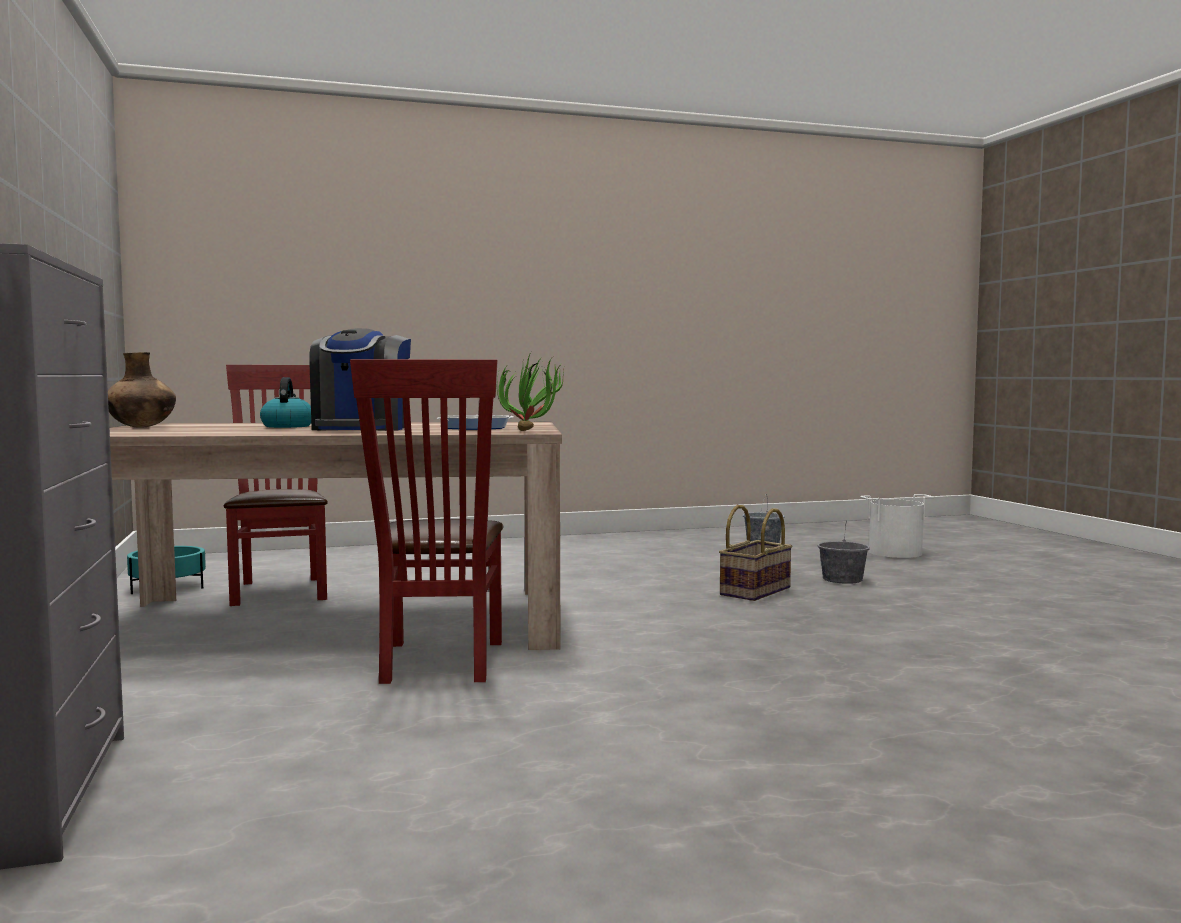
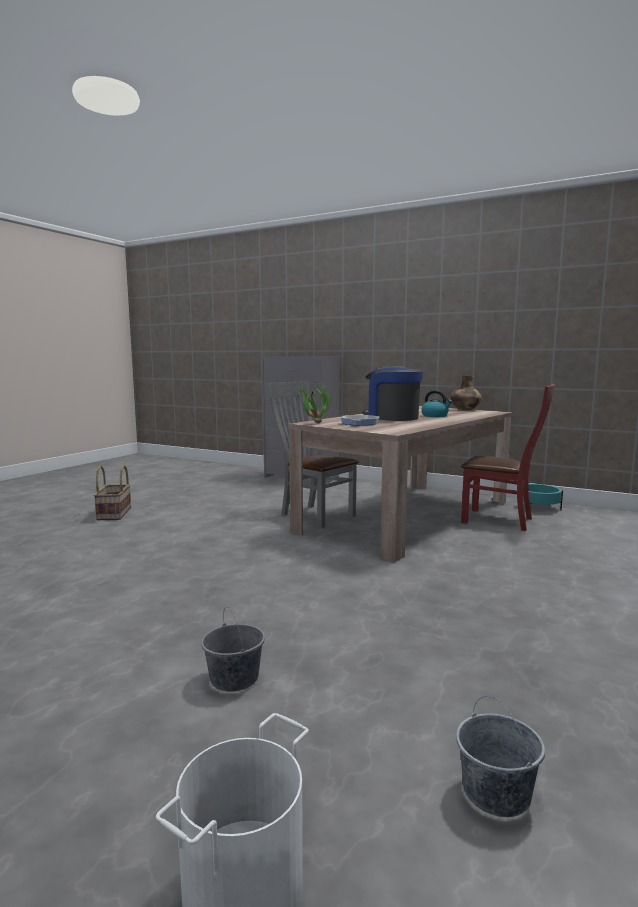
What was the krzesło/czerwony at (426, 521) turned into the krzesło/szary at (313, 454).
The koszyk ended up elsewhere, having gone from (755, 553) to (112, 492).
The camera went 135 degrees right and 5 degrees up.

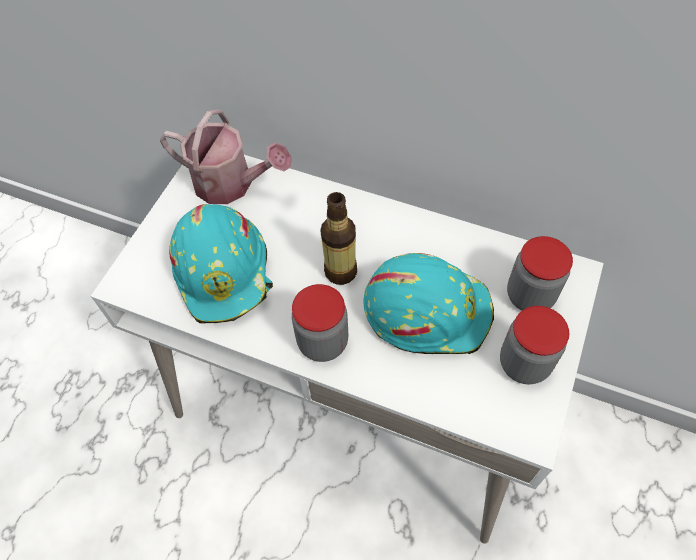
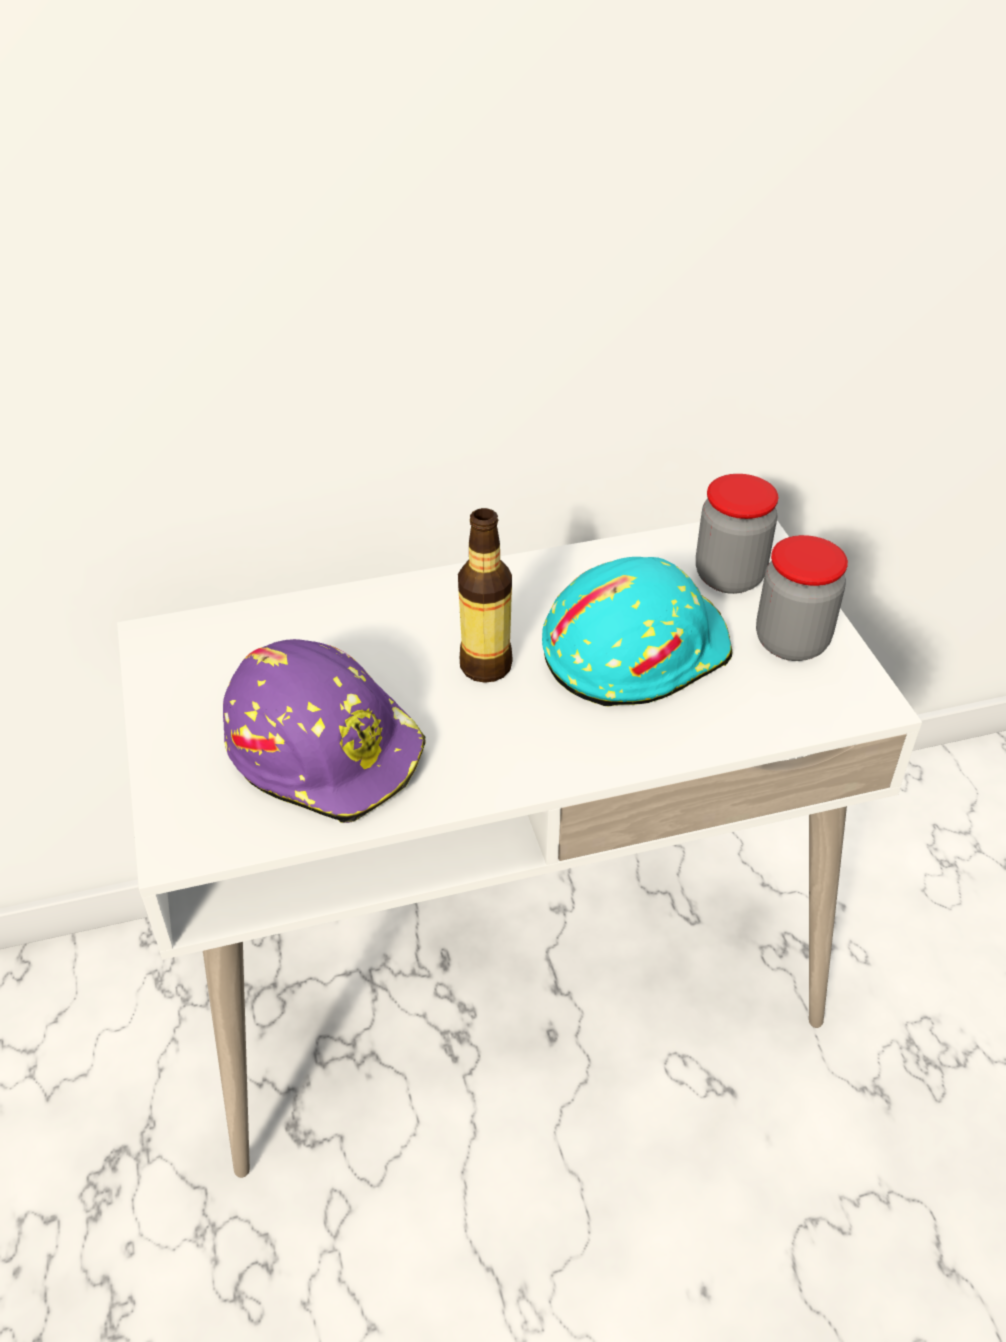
The second view lost the konewka at (225, 156).
What was the kask/turkusowy at (221, 264) turned into the kask/fioletowy at (324, 731).
The second view lost the słoik at (320, 323).
The camera went 40 degrees left and 15 degrees down.

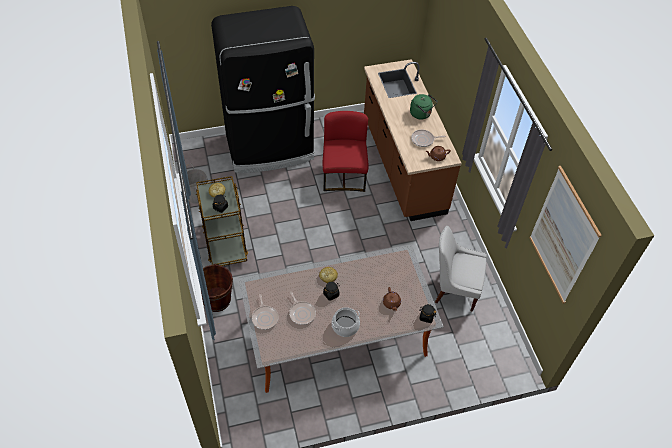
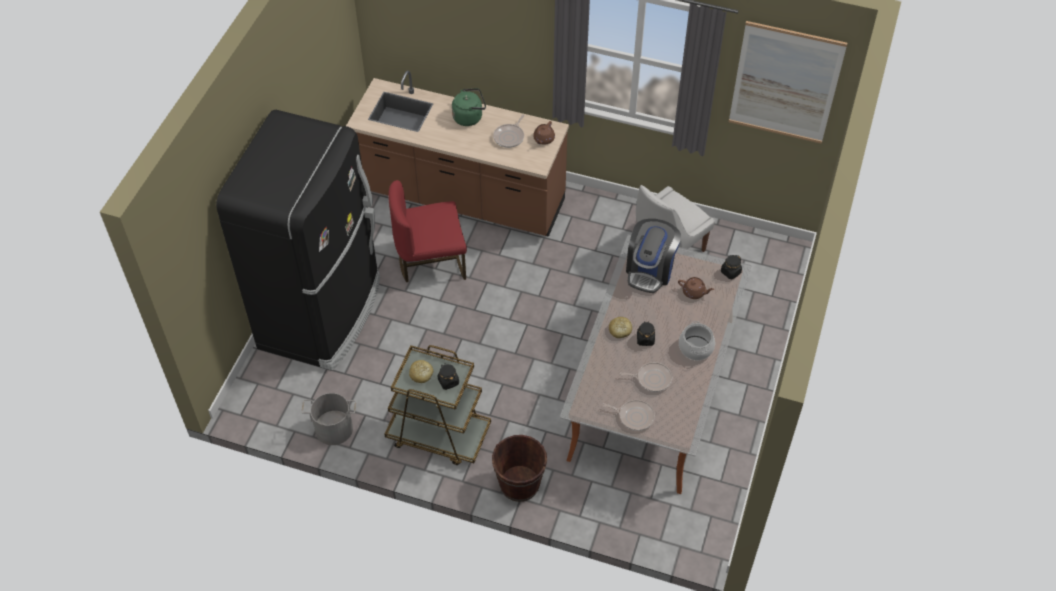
The krzesło/czerwony at (345, 151) ended up facing another way, 45 degrees counterclockwise from before.
The second view gained the ekspres do kawy at (653, 256).
The camera went 55 degrees left and 0 degrees up.

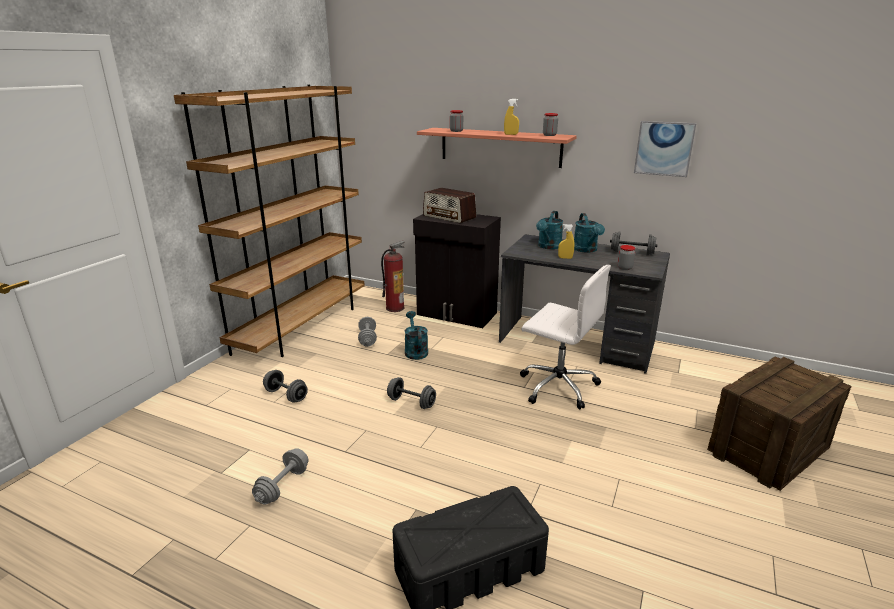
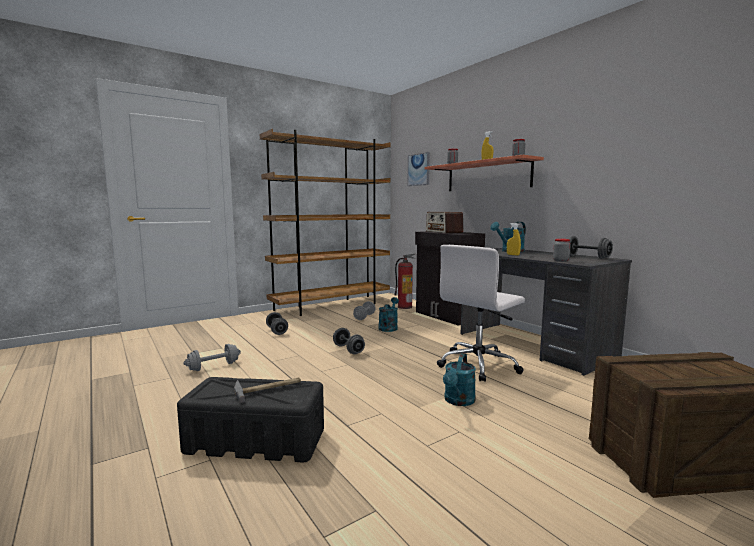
The obraz ended up elsewhere, having gone from (665, 149) to (418, 169).
The konewka/turkusowy ended up elsewhere, having gone from (589, 233) to (459, 379).
The krzesło biurowe/biały at (565, 337) ended up facing another way, 75 degrees clockwise from before.
The second view gained the młotek at (267, 390).
The camera went 30 degrees right and 15 degrees down.

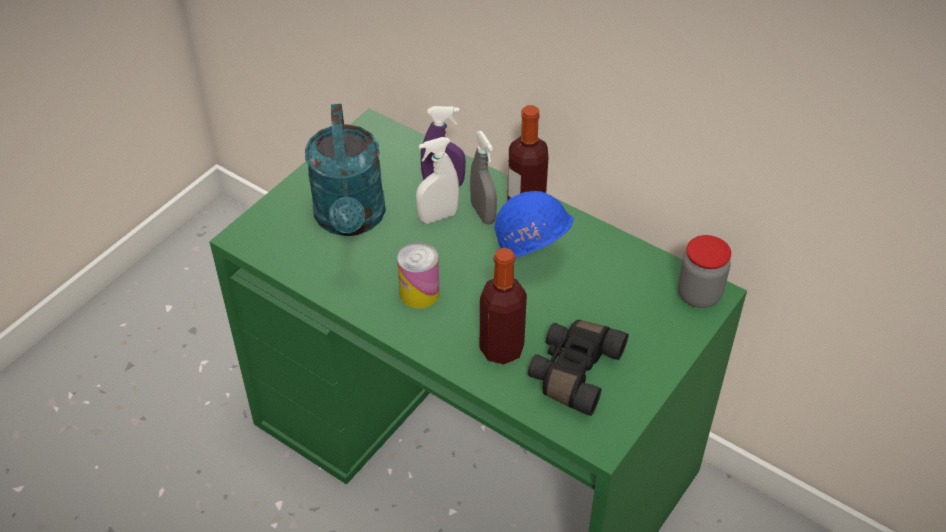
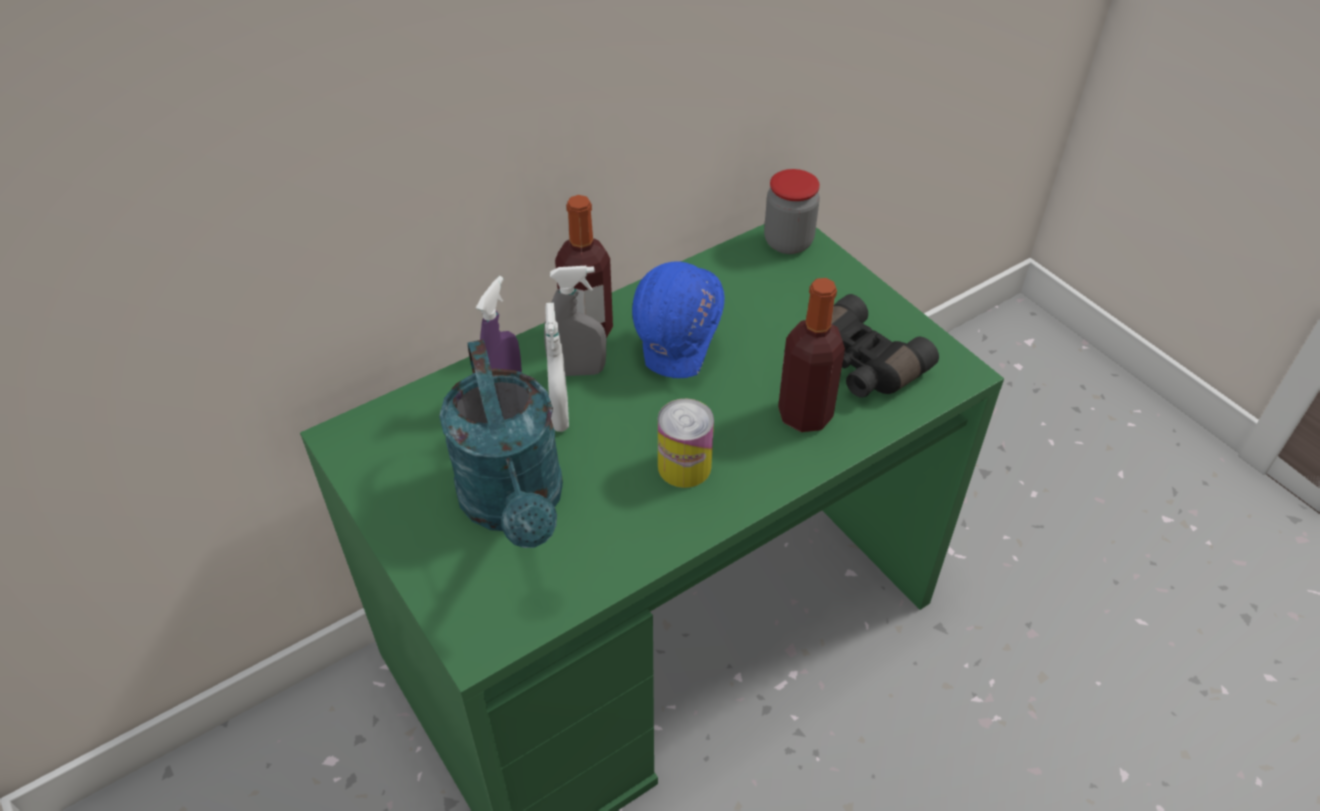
The konewka/turkusowy at (345, 170) ended up facing another way, 60 degrees clockwise from before.
The camera went 70 degrees left and 0 degrees up.

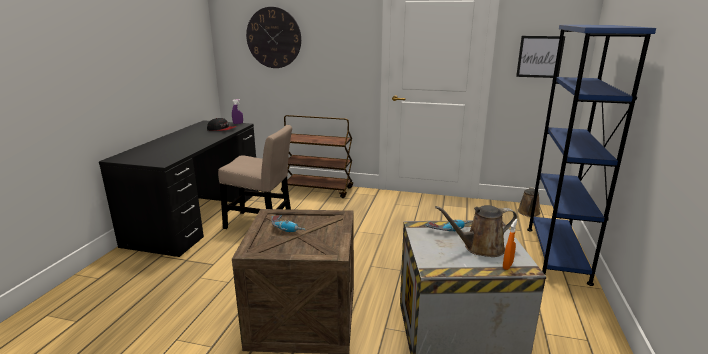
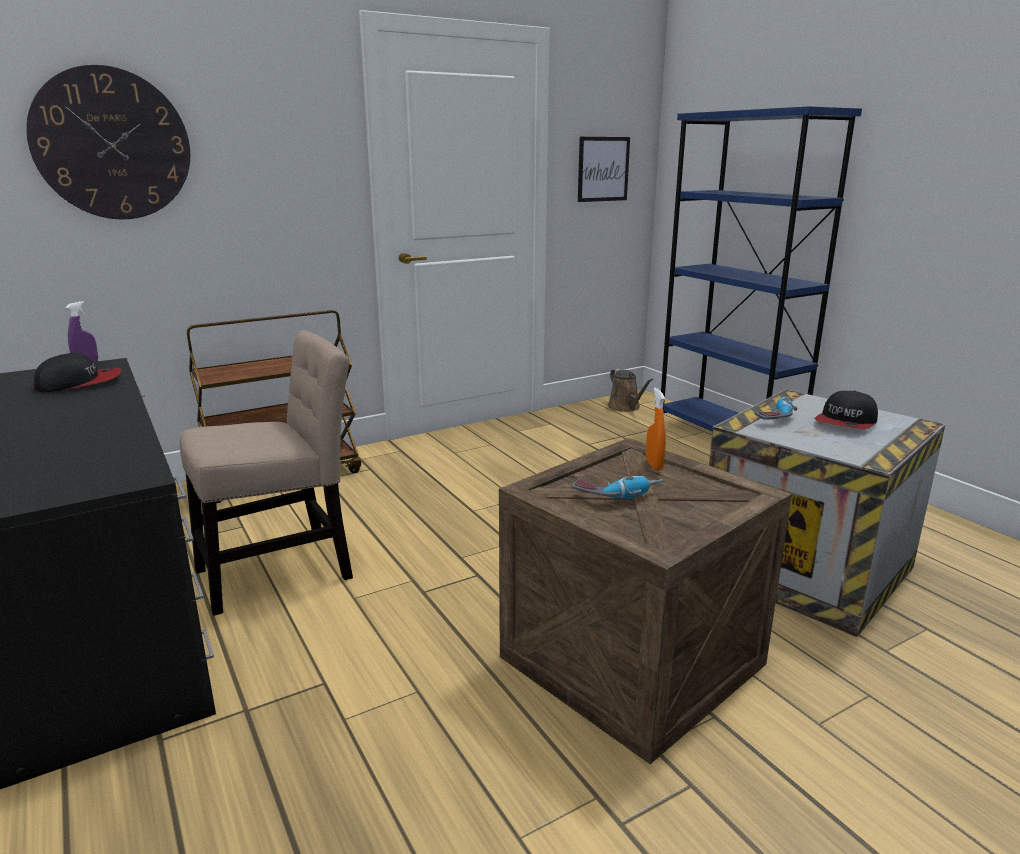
Where the konewka/brązowy stood at (476, 231), the czapka z daszkiem came to stand at (846, 410).
The spryskiwacz/pomarańczowy ended up elsewhere, having gone from (510, 244) to (656, 429).
The camera went 45 degrees left and 0 degrees up.

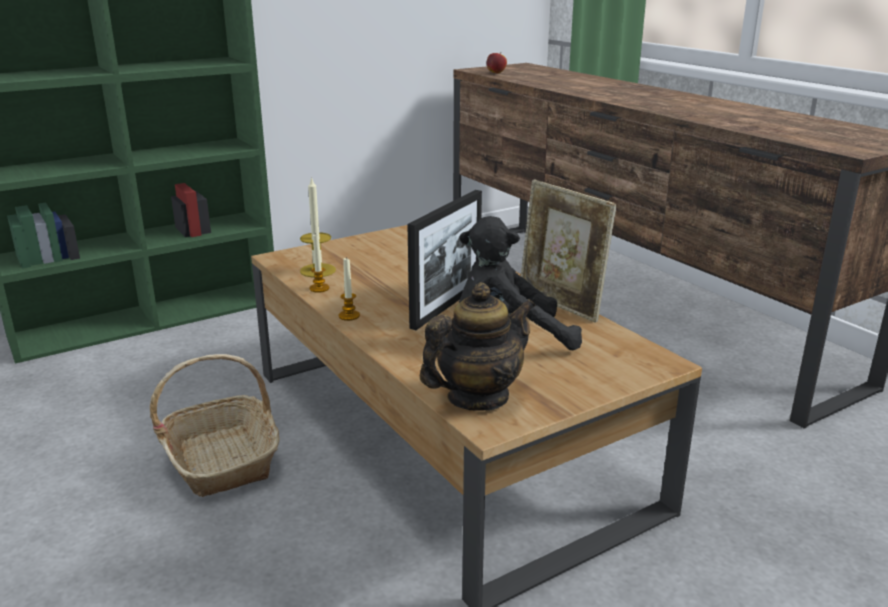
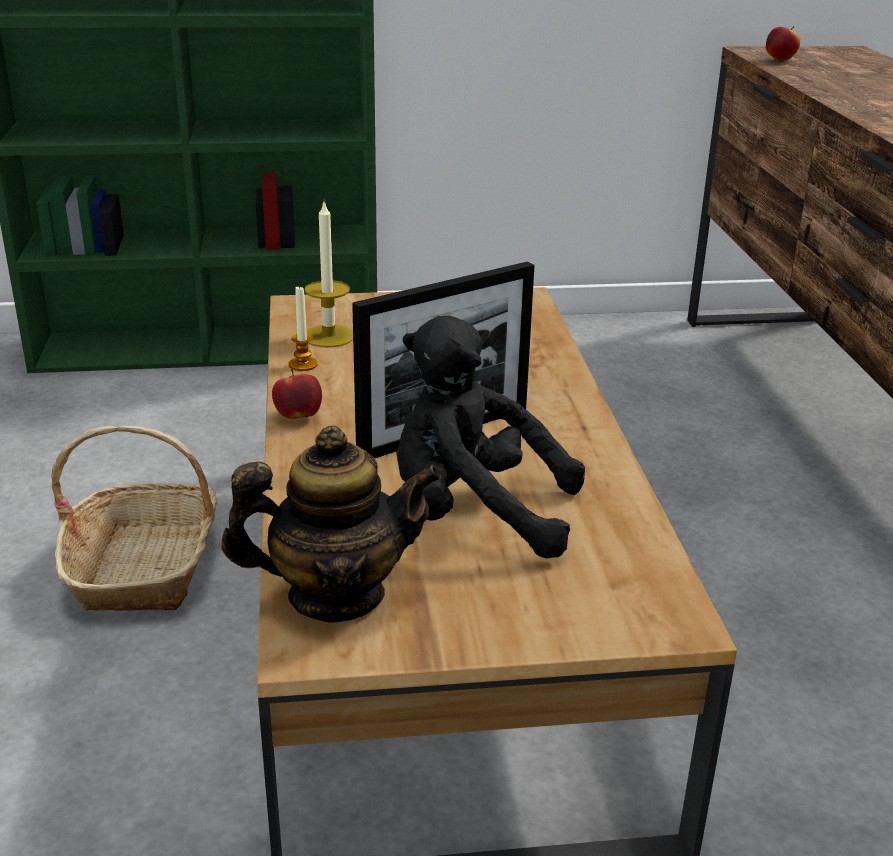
The second view lost the ramka na zdjęcie at (569, 251).
Where the świeca stood at (349, 289), the jabłko came to stand at (297, 394).
The camera went 25 degrees right and 5 degrees up.

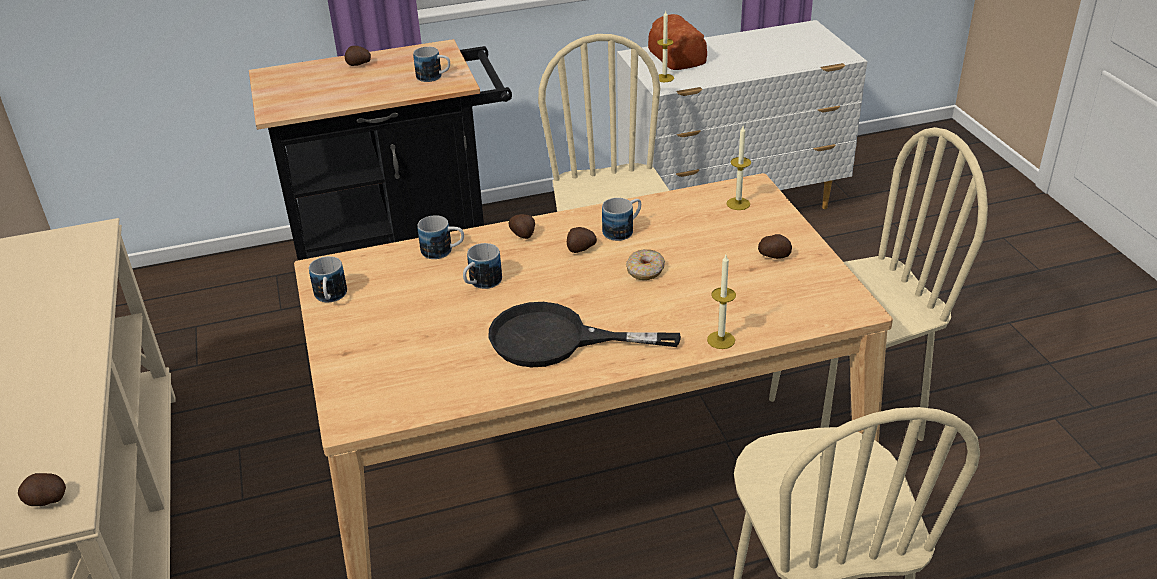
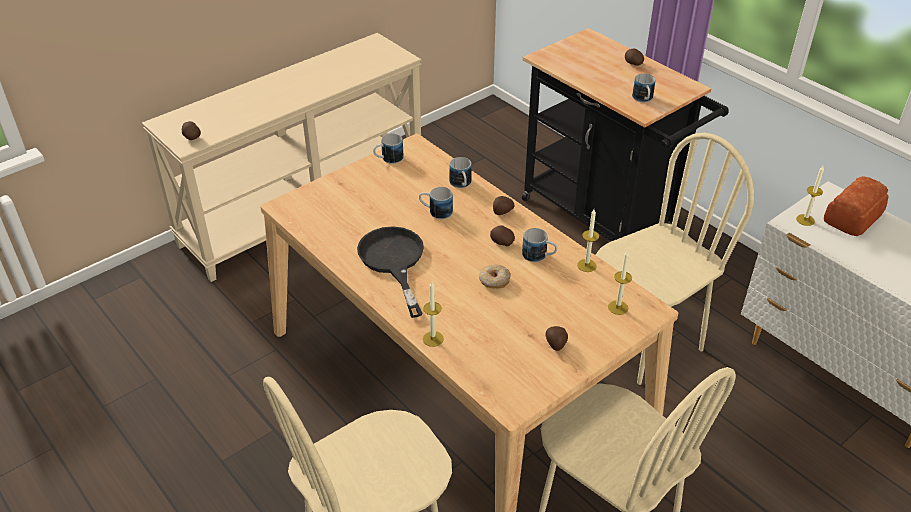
The second view gained the świeca at (588, 241).
The camera went 65 degrees right and 5 degrees up.

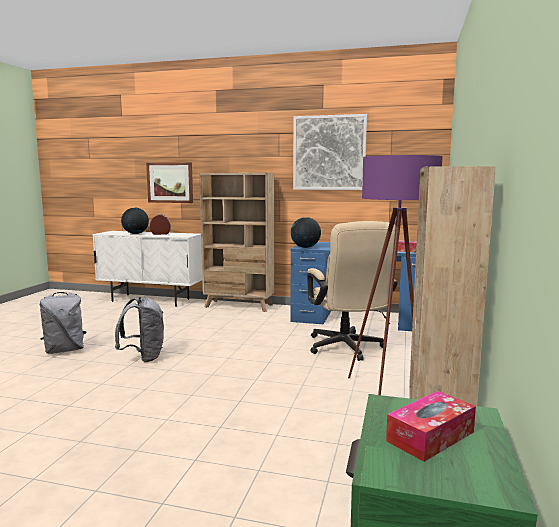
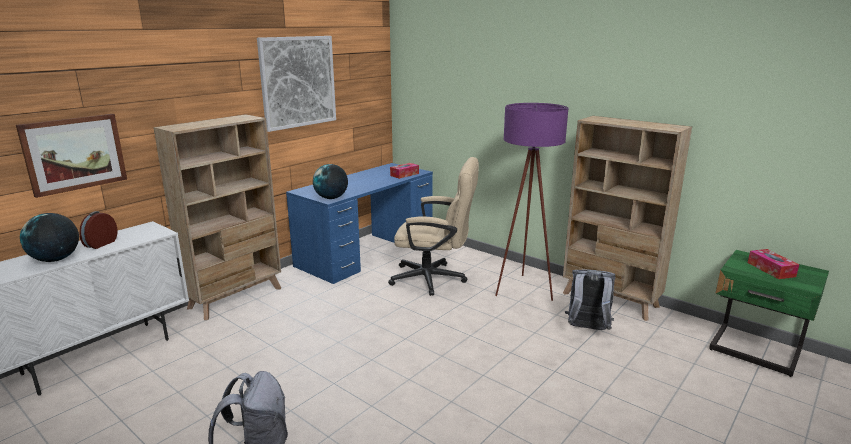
The plecak/szary ended up elsewhere, having gone from (139, 329) to (590, 300).
The camera went 65 degrees left and 10 degrees up.

